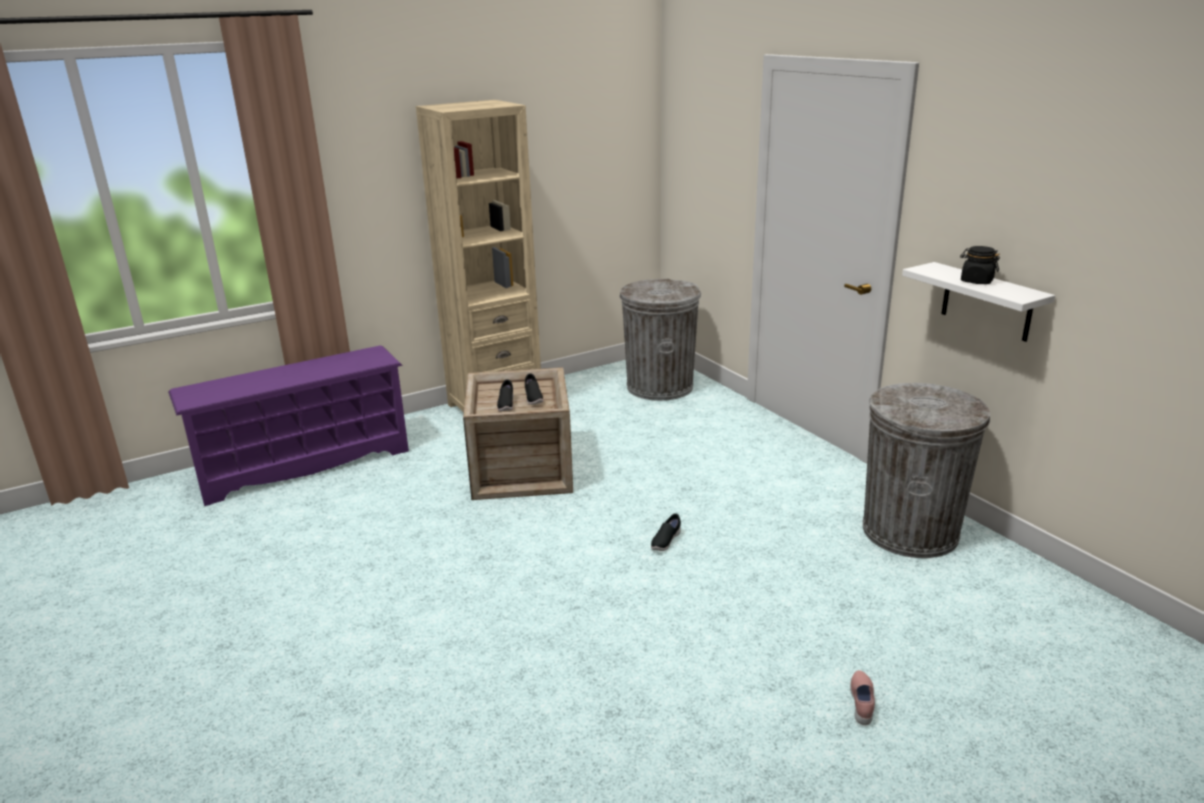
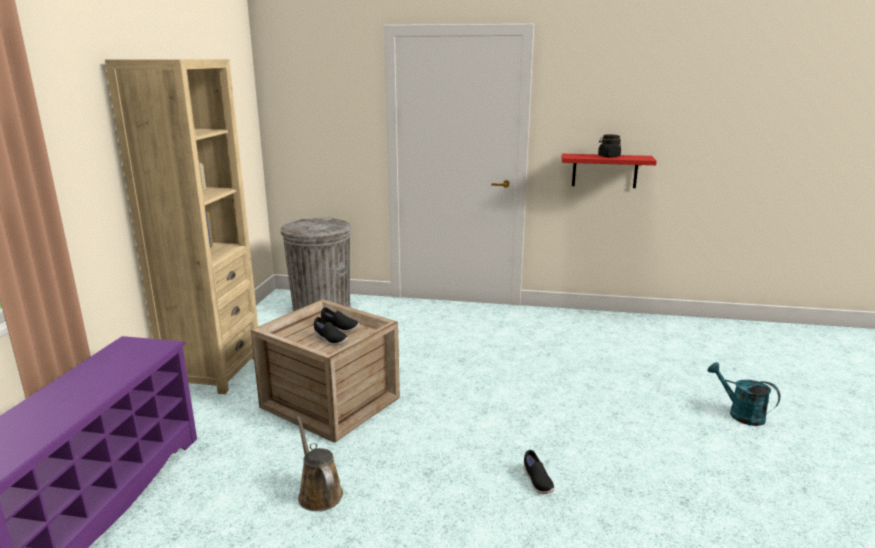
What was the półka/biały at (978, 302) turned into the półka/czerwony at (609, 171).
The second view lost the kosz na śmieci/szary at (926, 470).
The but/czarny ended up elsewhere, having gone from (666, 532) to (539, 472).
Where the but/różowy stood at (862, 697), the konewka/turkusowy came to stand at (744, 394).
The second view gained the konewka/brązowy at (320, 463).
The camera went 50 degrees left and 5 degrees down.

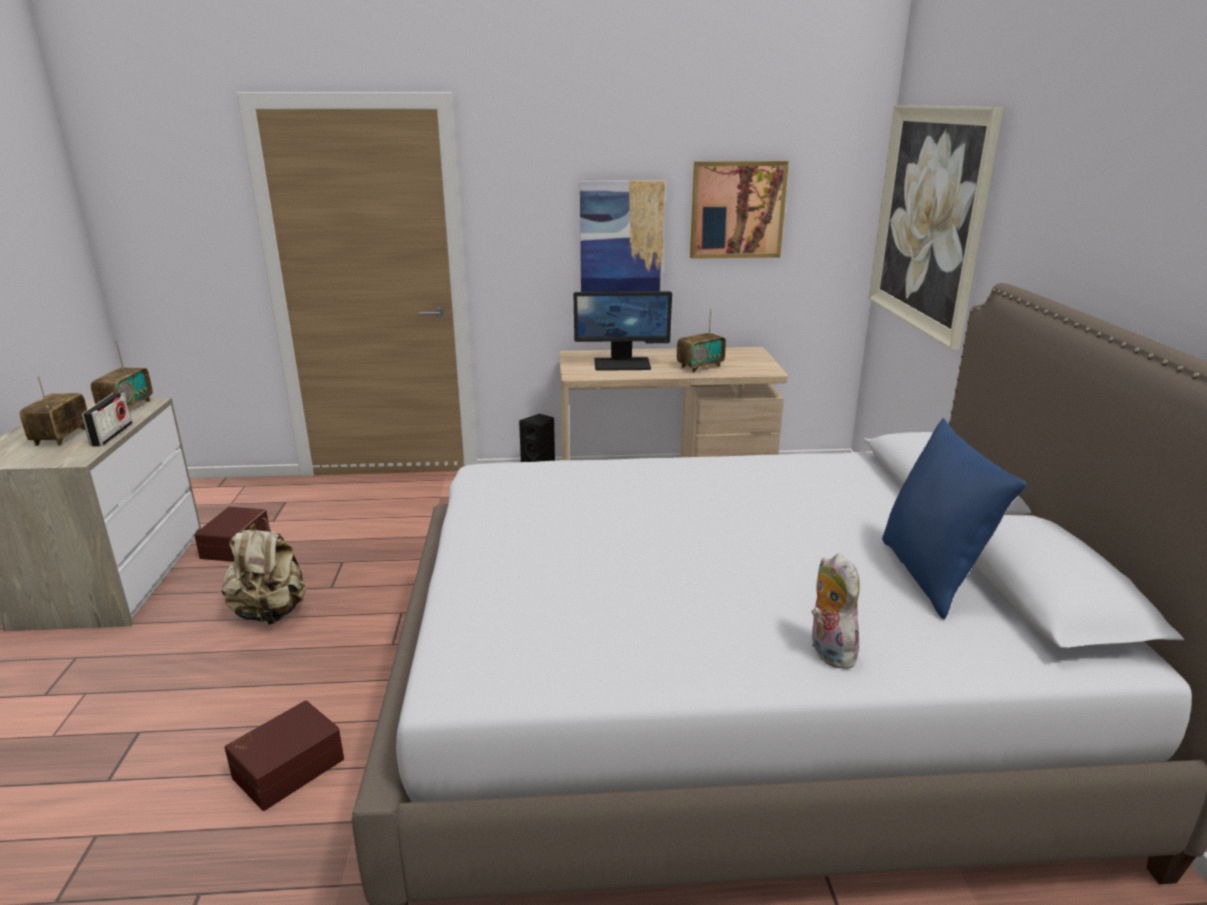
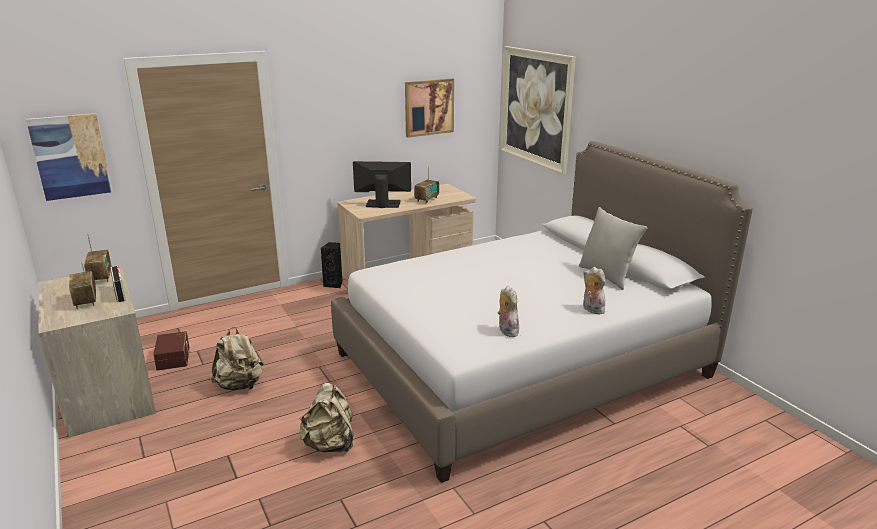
The obraz ended up elsewhere, having gone from (622, 236) to (69, 157).
The monitor at (623, 331) ended up facing another way, 150 degrees counterclockwise from before.
What was the poduszka/niebieski at (954, 518) turned into the poduszka/szary at (613, 248).
Where the pojemnik do przechowywania/brązowy stood at (284, 755), the plecak/beżowy came to stand at (326, 417).
The second view gained the pluszak at (508, 311).
The camera went 25 degrees left and 0 degrees up.

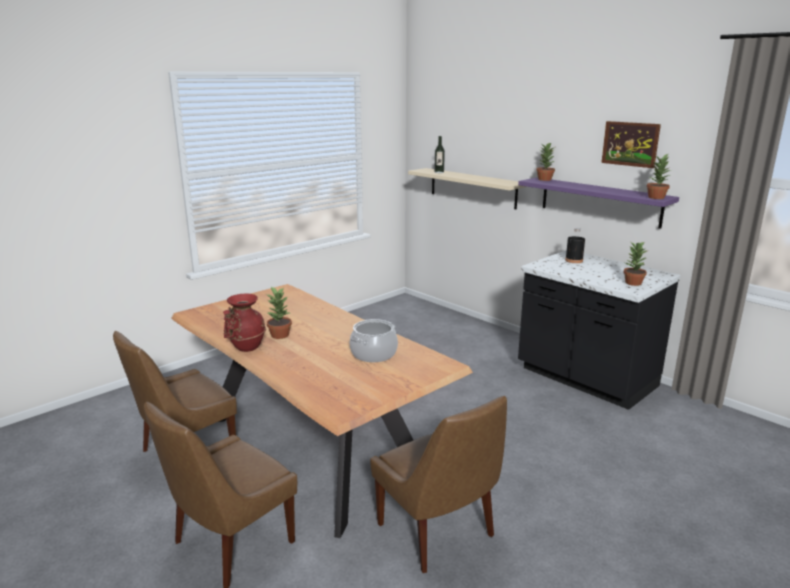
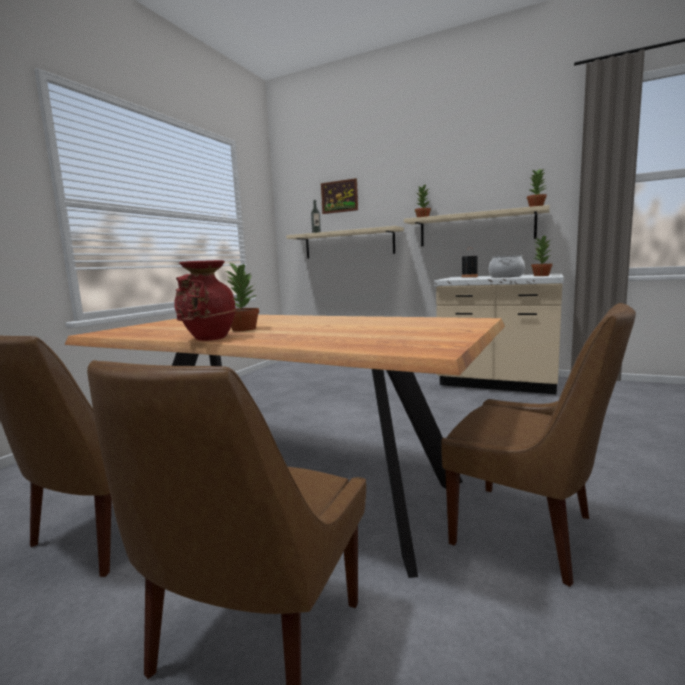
The obraz ended up elsewhere, having gone from (631, 144) to (339, 196).
What was the półka/fioletowy at (598, 203) turned into the półka/beżowy at (477, 225).
What was the zabudowa kuchenna/czarny at (599, 330) turned into the zabudowa kuchenna/beżowy at (499, 334).
The garnek ended up elsewhere, having gone from (374, 340) to (507, 266).
The camera went 20 degrees left and 10 degrees down.

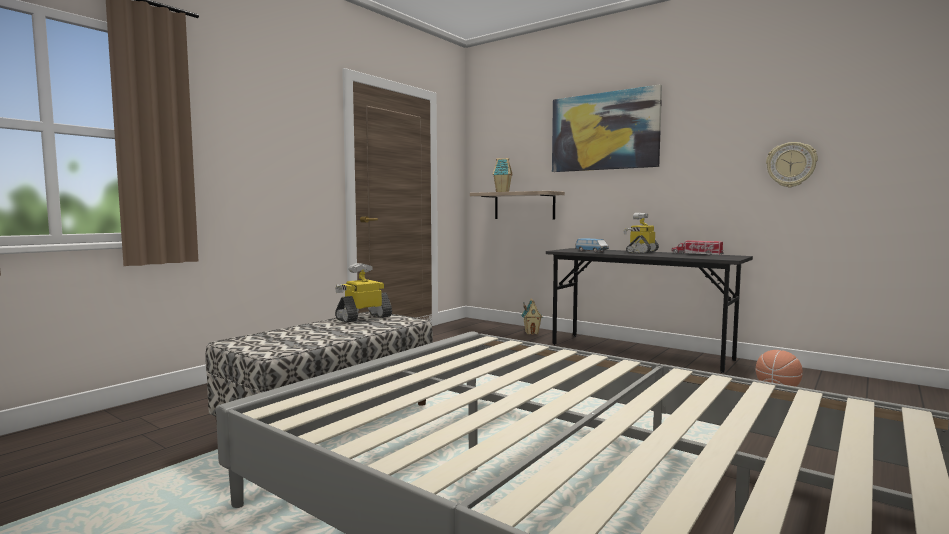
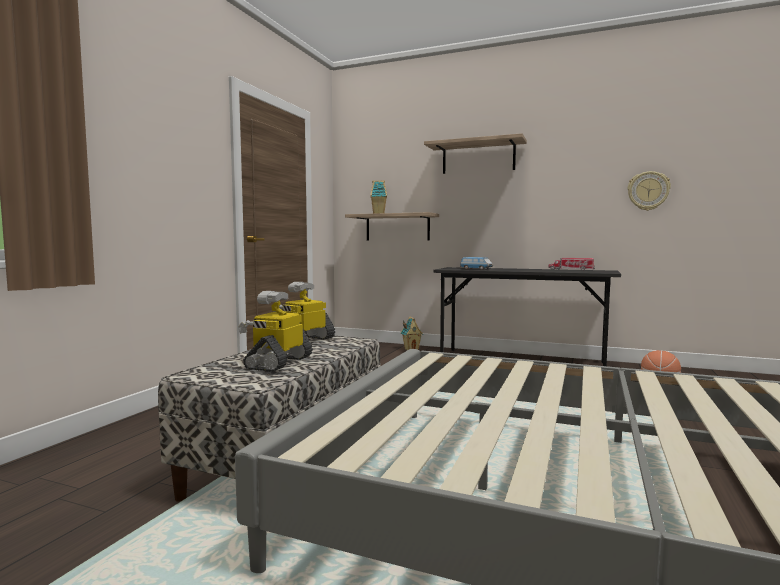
Where the obraz hung at (607, 128), the półka came to hang at (475, 153).
The robot zabawkowy ended up elsewhere, having gone from (641, 233) to (275, 331).
The camera went 15 degrees left and 0 degrees up.

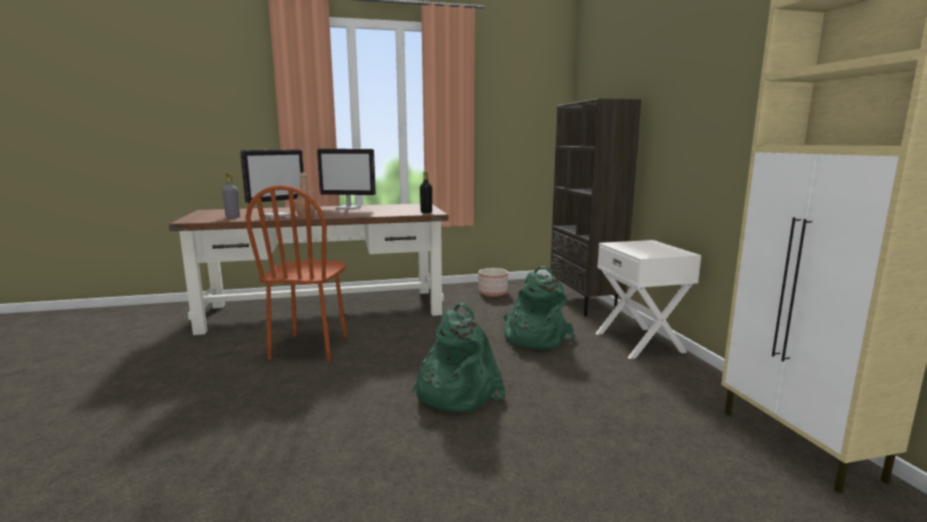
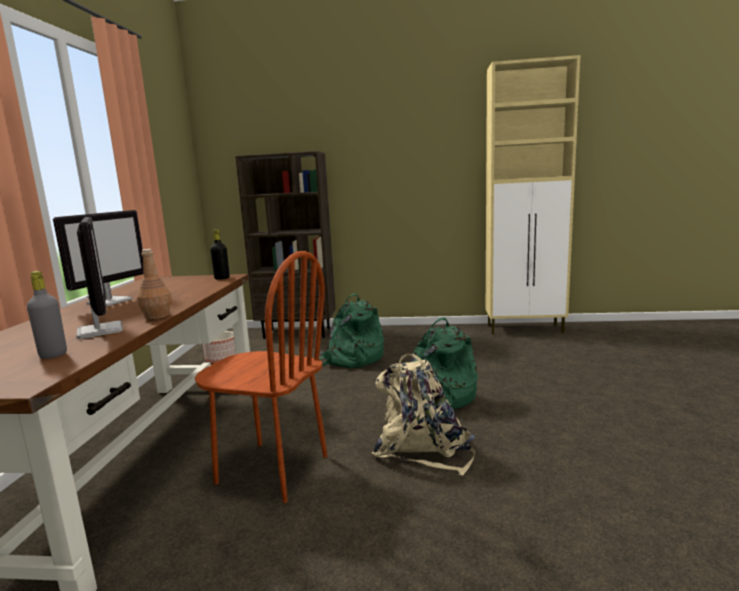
The second view lost the szafka nocna/biały at (648, 299).
The second view gained the plecak/beżowy at (423, 415).
The camera went 70 degrees left and 0 degrees up.

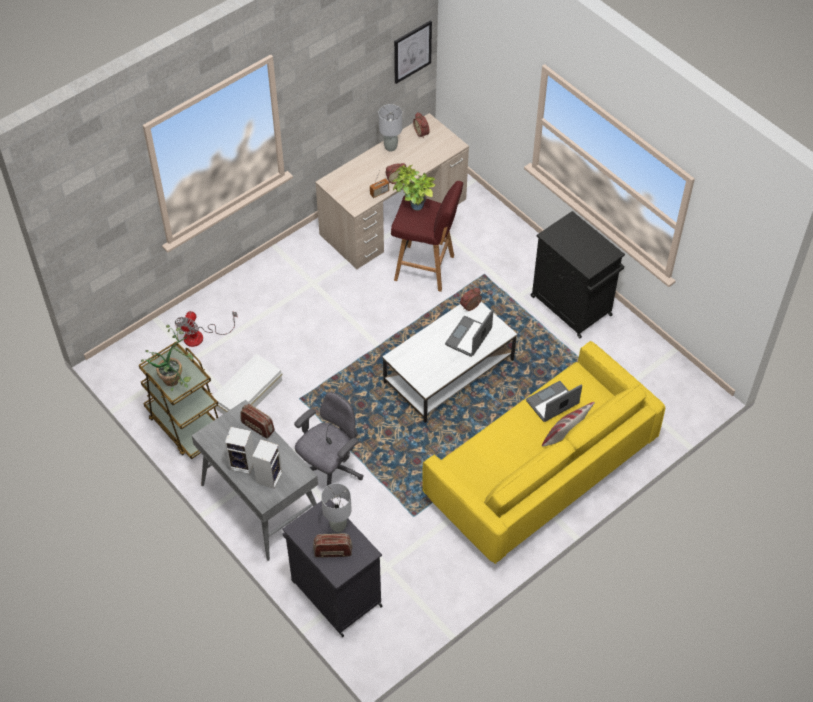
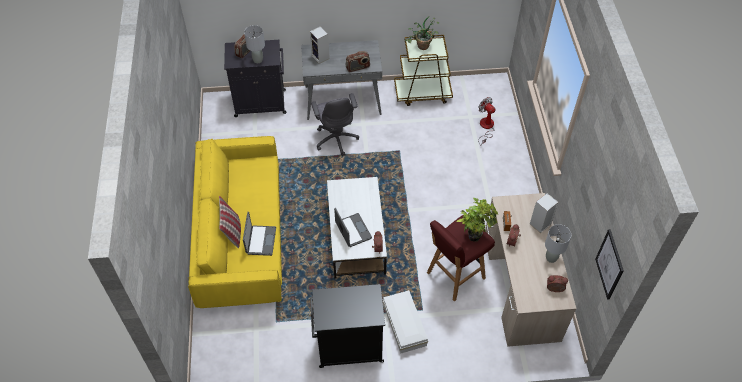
The pojemnik do przechowywania/biały ended up elsewhere, having gone from (247, 384) to (405, 321).
The głośnik ended up elsewhere, having gone from (239, 450) to (544, 213).
The camera went 125 degrees right and 0 degrees up.

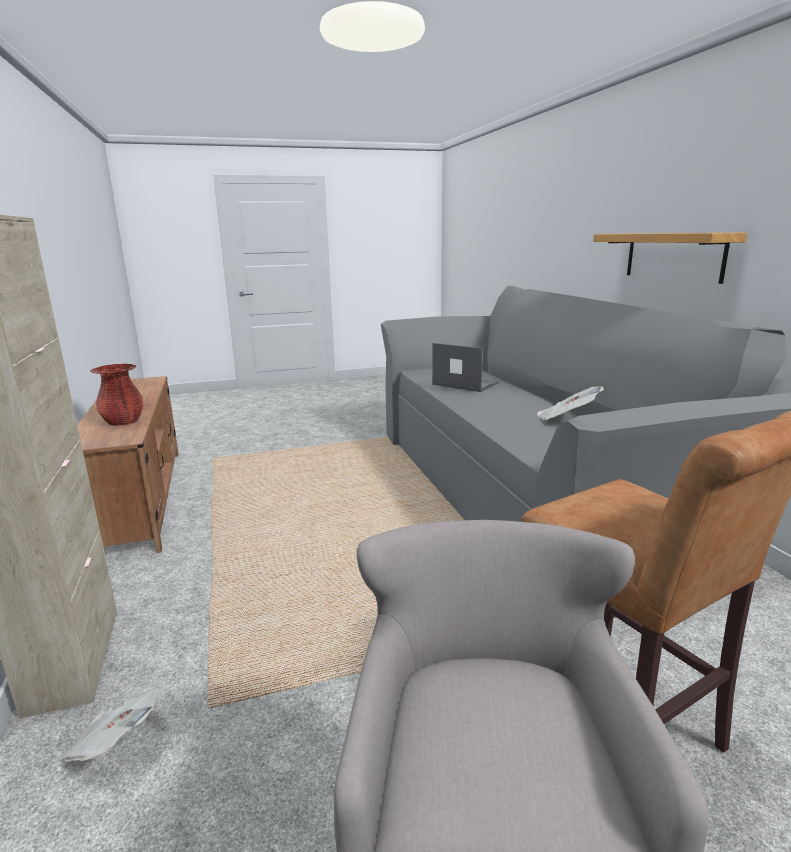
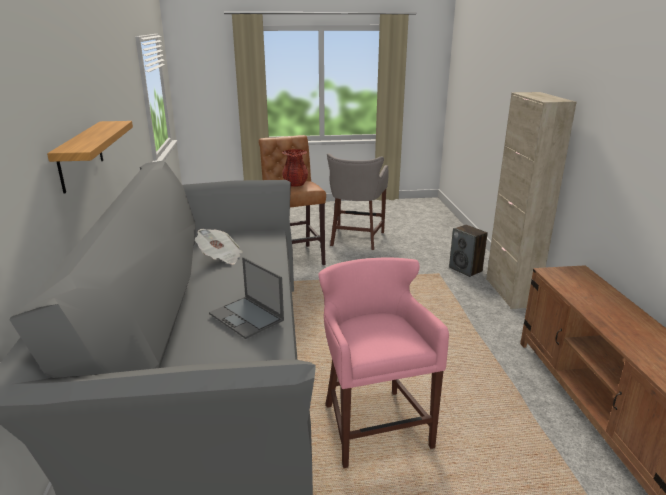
The wazon/czerwony ended up elsewhere, having gone from (117, 395) to (295, 168).
Where the gazeta stood at (112, 725), the głośnik came to stand at (468, 251).
The second view gained the stołek/różowy at (383, 362).
The camera went 170 degrees left and 5 degrees up.

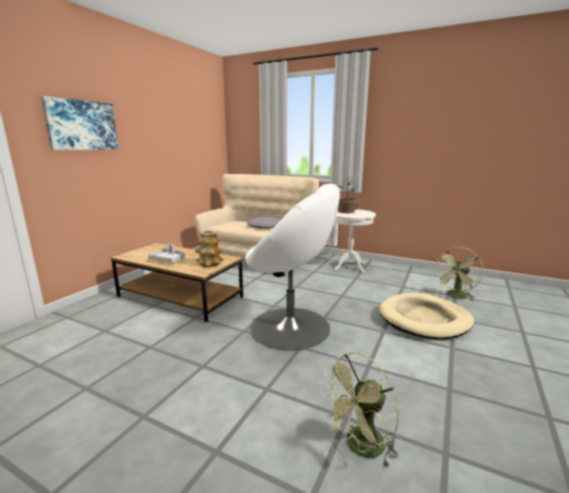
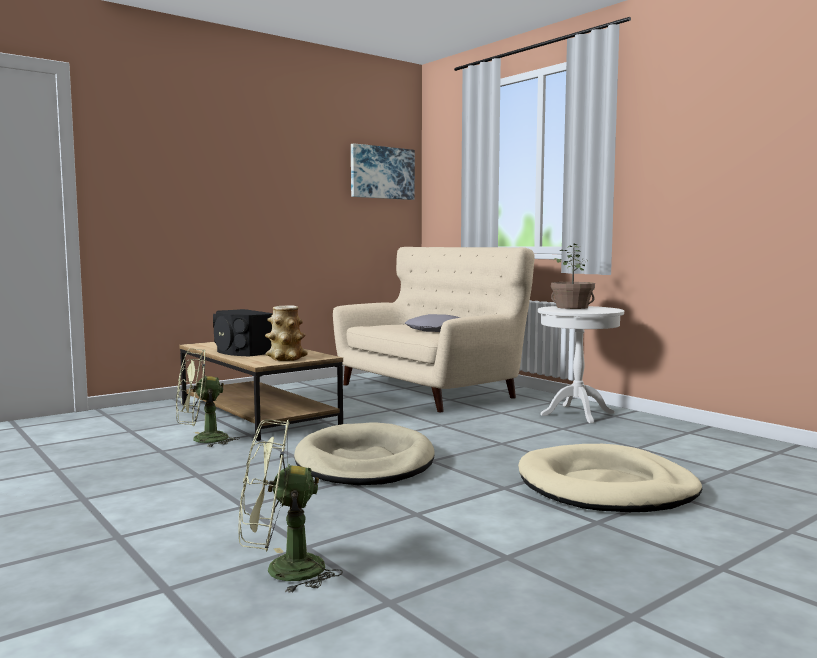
The obraz ended up elsewhere, having gone from (79, 123) to (383, 171).
Where the fotel/biały stood at (292, 267), the legowisko/beżowy came to stand at (364, 453).
Where the taca/szary stood at (166, 253), the głośnik/czarny came to stand at (243, 332).
The wentylator/zielony ended up elsewhere, having gone from (459, 274) to (208, 397).
The camera went 25 degrees right and 10 degrees down.

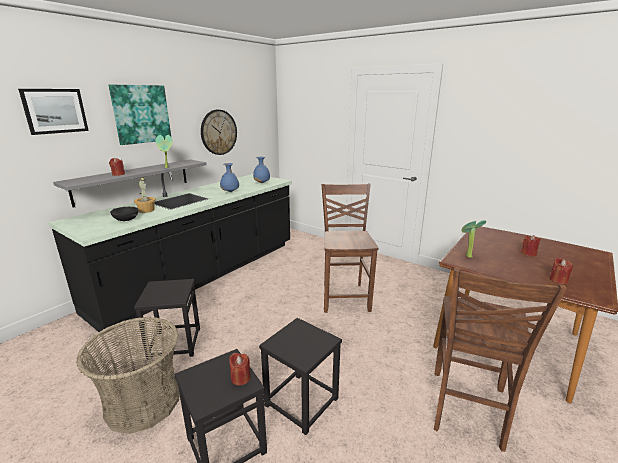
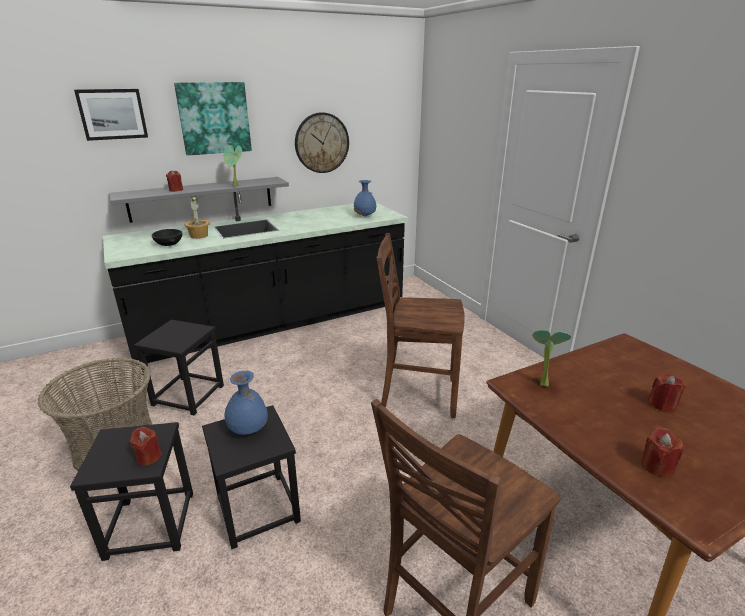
The wazon/niebieski ended up elsewhere, having gone from (229, 177) to (246, 403).
The krzesło/brązowy at (350, 248) ended up facing another way, 105 degrees counterclockwise from before.
The camera went 25 degrees right and 5 degrees up.

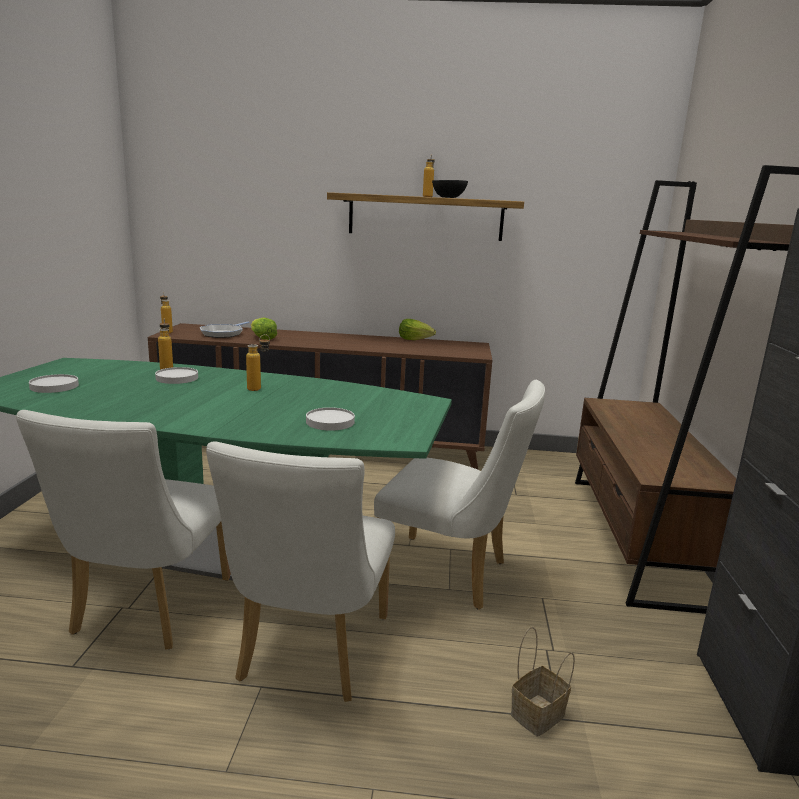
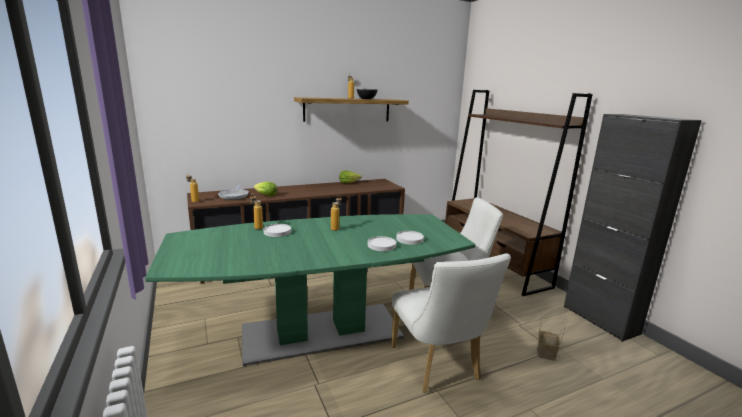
The talerz/biały ended up elsewhere, having gone from (54, 383) to (382, 243).
The second view lost the krzesło/biały at (123, 529).
The camera went 30 degrees left and 0 degrees up.

